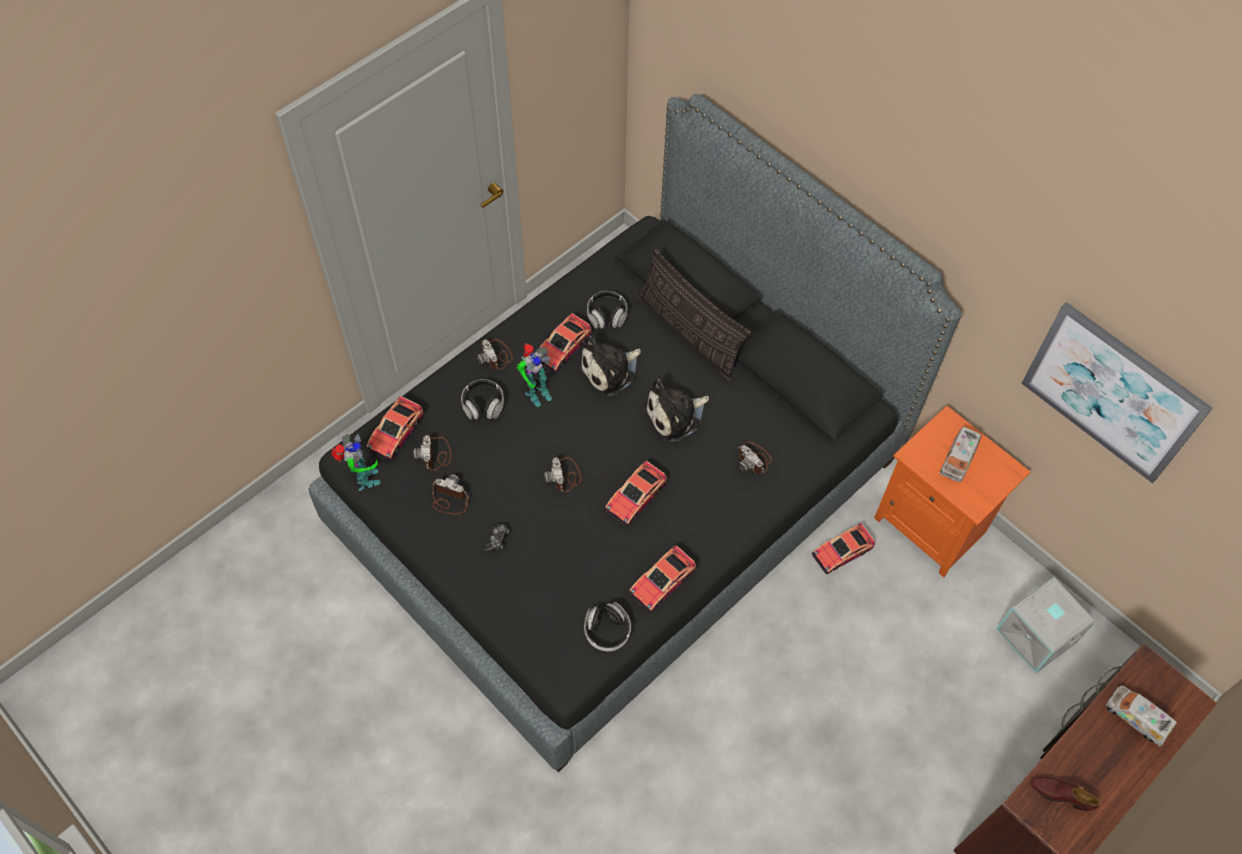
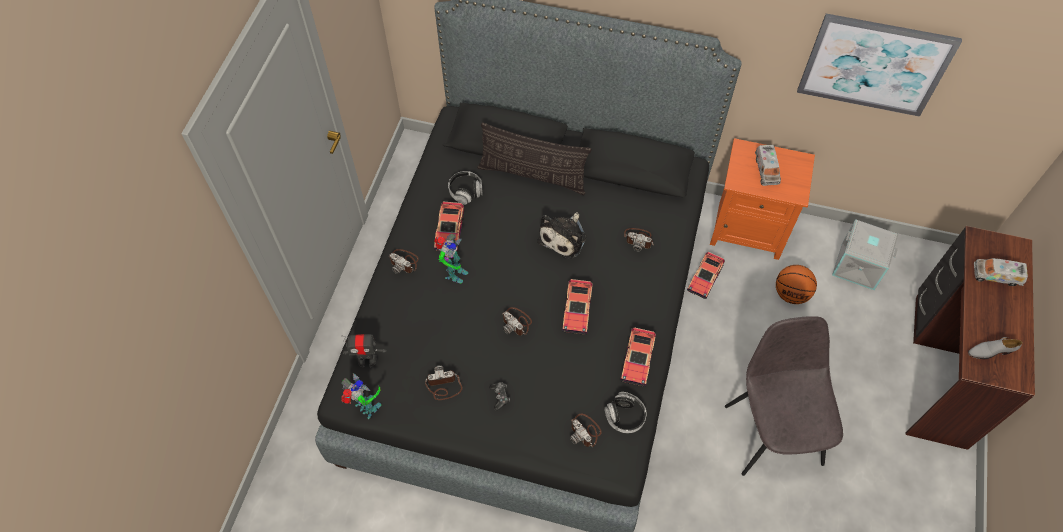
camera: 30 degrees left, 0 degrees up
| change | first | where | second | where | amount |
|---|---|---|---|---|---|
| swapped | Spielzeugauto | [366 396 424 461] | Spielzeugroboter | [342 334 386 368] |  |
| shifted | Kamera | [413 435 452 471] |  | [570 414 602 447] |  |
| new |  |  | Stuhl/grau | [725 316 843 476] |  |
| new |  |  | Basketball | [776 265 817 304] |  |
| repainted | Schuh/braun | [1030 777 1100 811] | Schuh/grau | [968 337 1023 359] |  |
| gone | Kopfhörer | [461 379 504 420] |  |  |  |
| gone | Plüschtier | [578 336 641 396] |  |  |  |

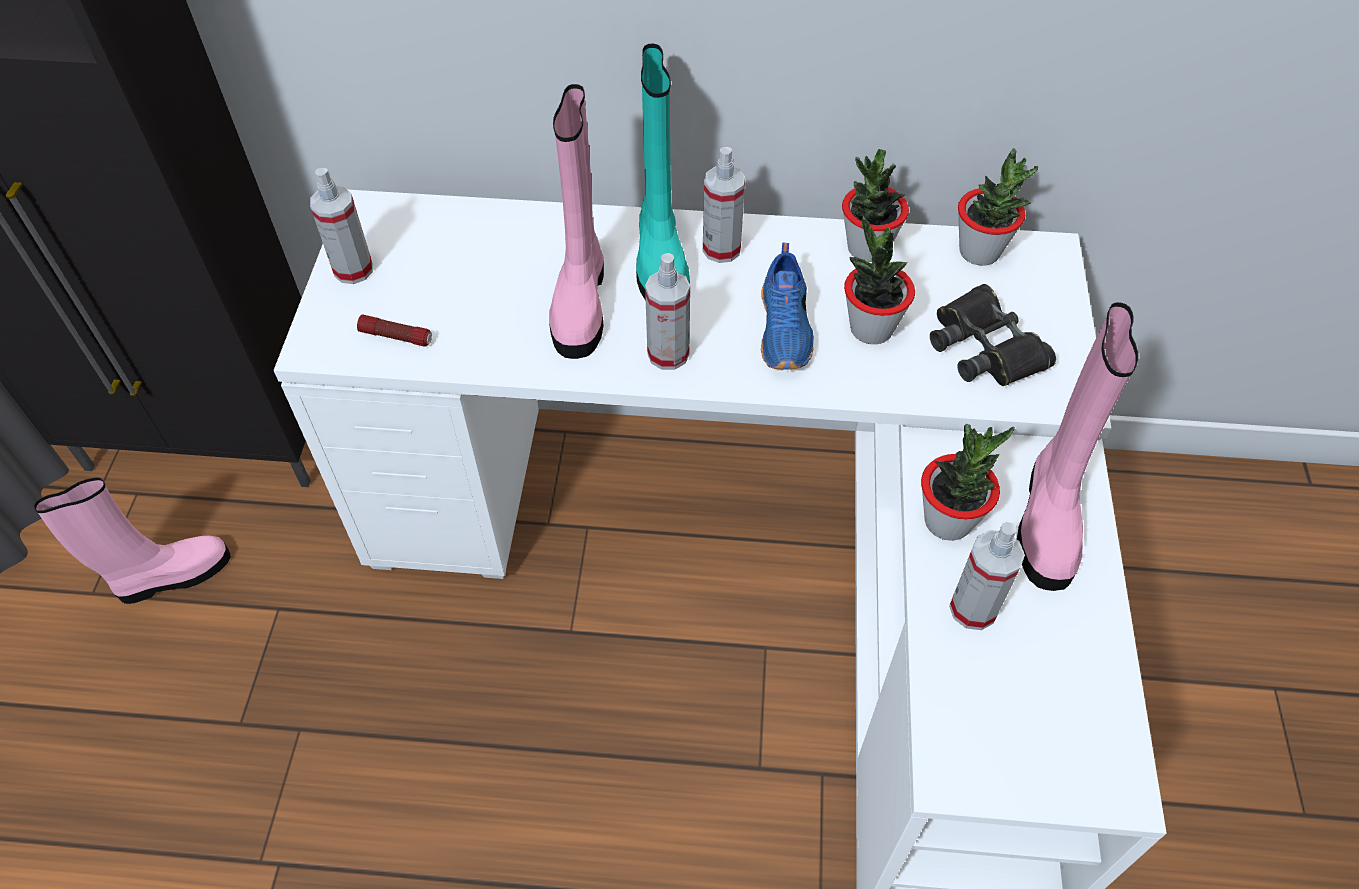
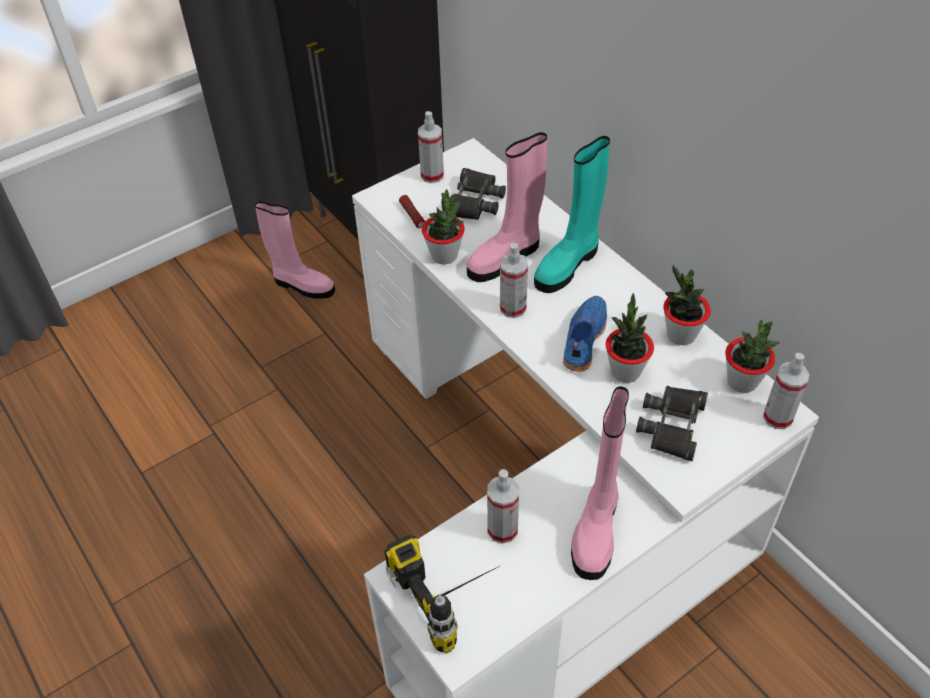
camera: 50 degrees right, 5 degrees down
| change | first | where | second | where | amount |
|---|---|---|---|---|---|
| new |  |  | Bohrmaschine | [384 534 498 653] |  |
| shifted | Topfpflanze | [921 424 1015 541] |  | [422 189 465 264] |  |
| new |  |  | Fernglas/schwarz | [453 168 506 220] |  |
| rotated | Schuh/blau | [761 242 814 370] |  | [563 296 607 372] | 150 degrees clockwise |
| rotated | Stiefel/rosa | [1017 302 1138 591] |  | [571 386 629 580] | 45 degrees counterclockwise |
| shifted | Sprühflasche | [703 147 745 263] |  | [763 353 810 429] |  |

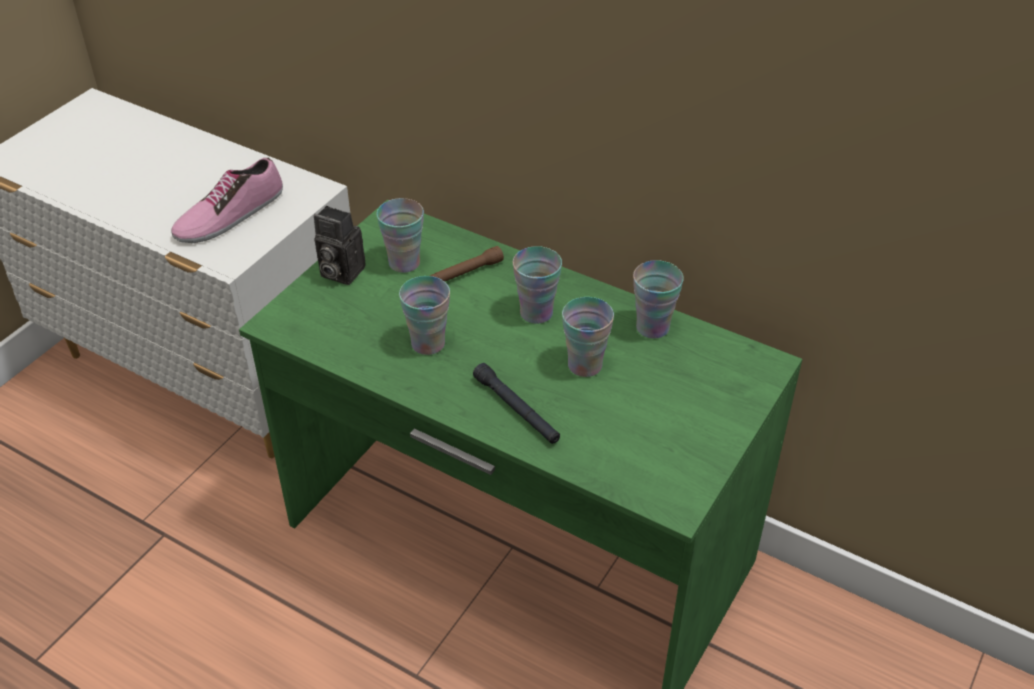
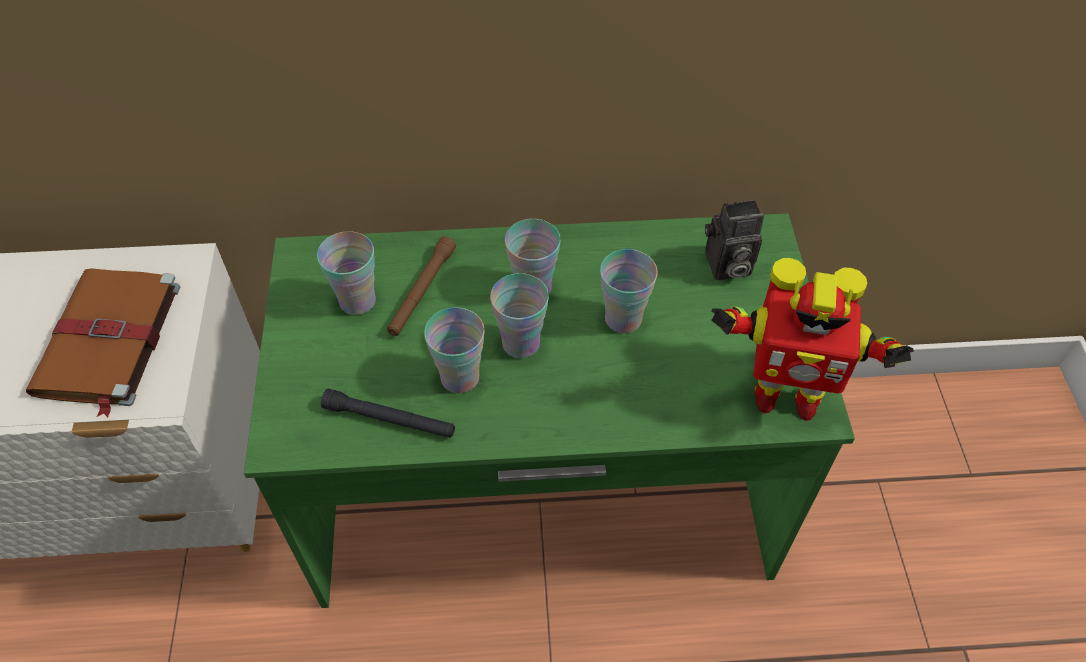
camera: 35 degrees left, 10 degrees up
| change | first | where | second | where | amount |
|---|---|---|---|---|---|
| swapped | Schuh | [171 158 283 243] | Buch/braun | [26 268 180 418] |  |
| shifted | Taschenlampe/schwarz | [473 363 560 444] |  | [321 389 455 438] |  |
| shifted | Tasse | [633 260 684 339] |  | [490 273 549 358] |  |
| shifted | Kamera | [314 206 366 285] |  | [705 200 764 280] |  |
| new |  |  | Spielzeugroboter | [711 258 914 421] |  |

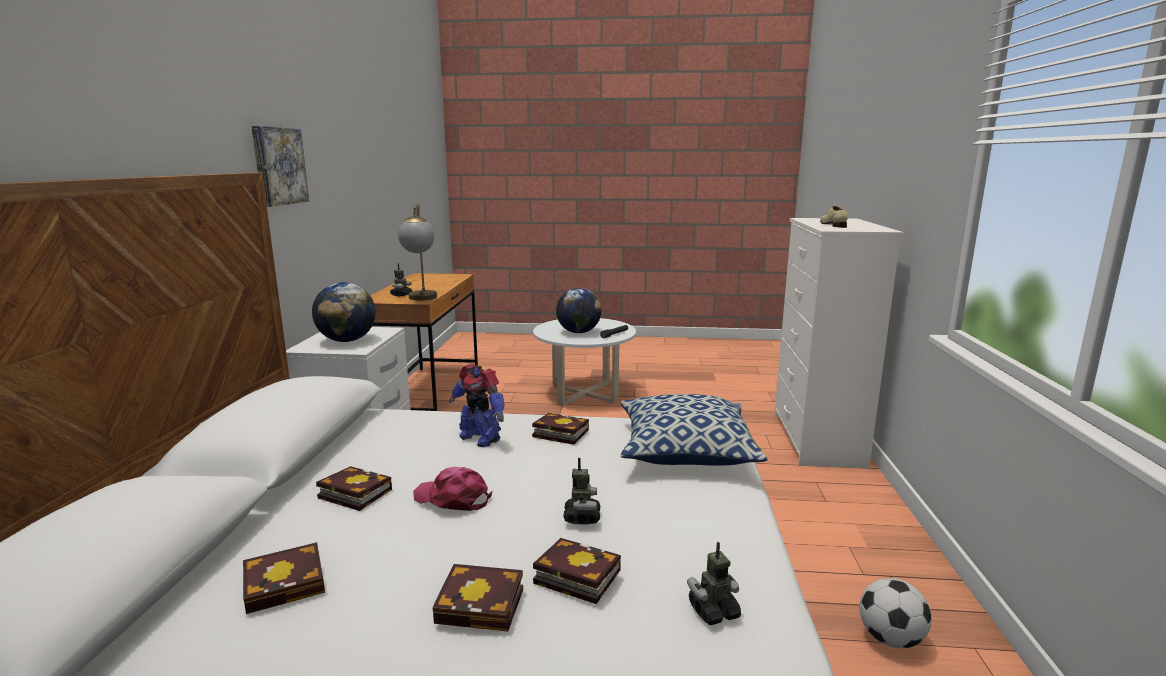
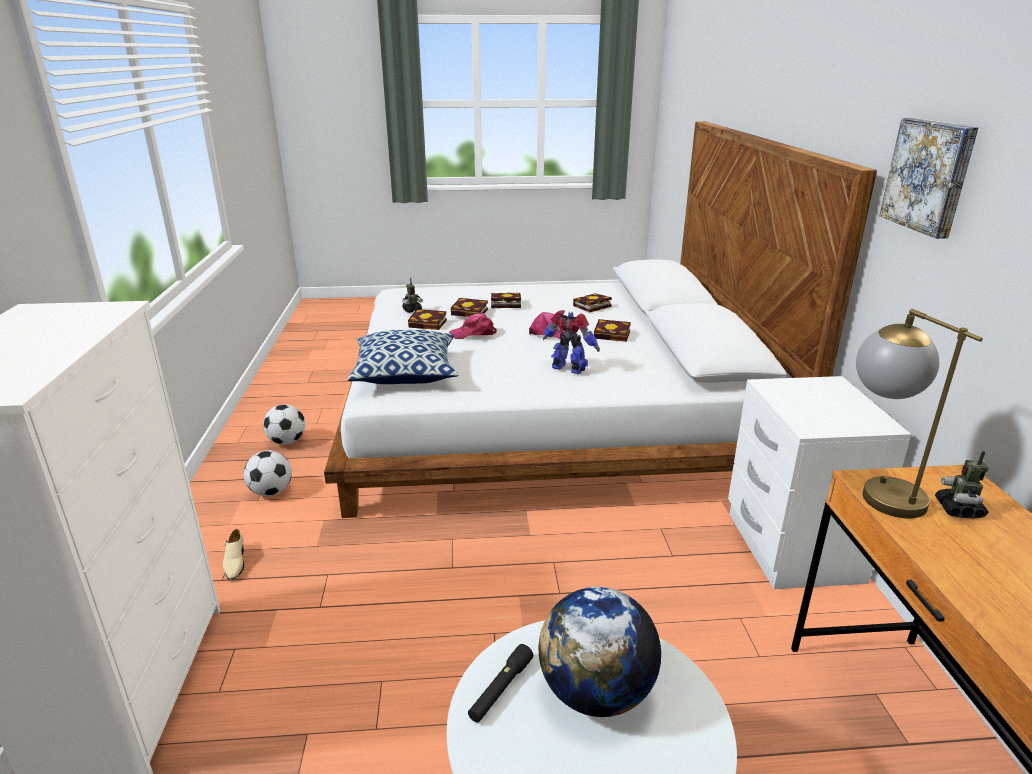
camera: 170 degrees right, 10 degrees up
| change | first | where | second | where | amount |
|---|---|---|---|---|---|
| shifted | Schuh/beige | [820 206 848 228] |  | [223 529 244 580] |  |
| new |  |  | Fußball | [244 450 292 496] |  |
| shifted | Buch | [532 413 589 445] |  | [408 309 447 330] |  |
| swapped | Spielzeugroboter | [563 458 600 525] | Kappe/rosa | [449 313 497 339] |  |
| gone | Globus | [312 282 376 342] |  |  |  |

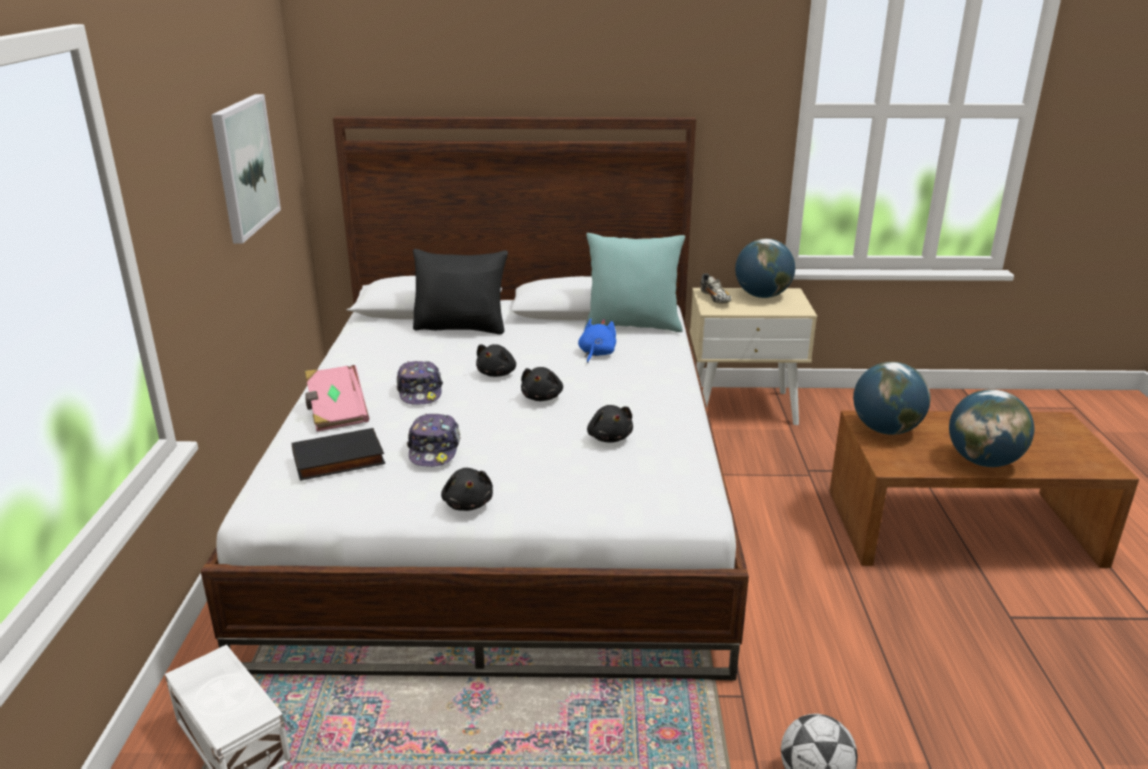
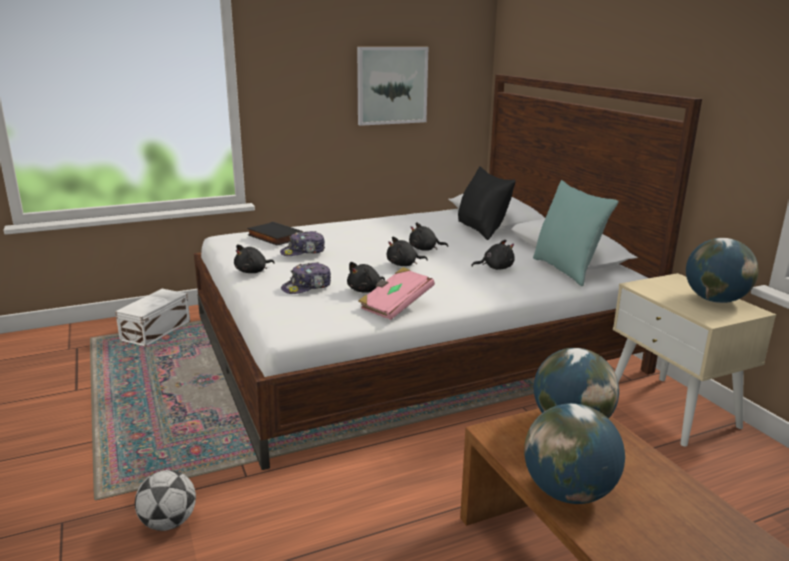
camera: 65 degrees right, 5 degrees down
| change | first | where | second | where | amount |
|---|---|---|---|---|---|
| shifted | Kappe | [397 361 443 405] |  | [281 262 331 294] |  |
| shifted | Buch/rosa | [305 365 369 432] |  | [359 267 435 320] |  |
| repainted | Plüschtier/blau | [578 319 616 363] | Plüschtier/schwarz | [471 240 515 270] |  |
| gone | Schuh | [700 273 731 303] |  |  |  |

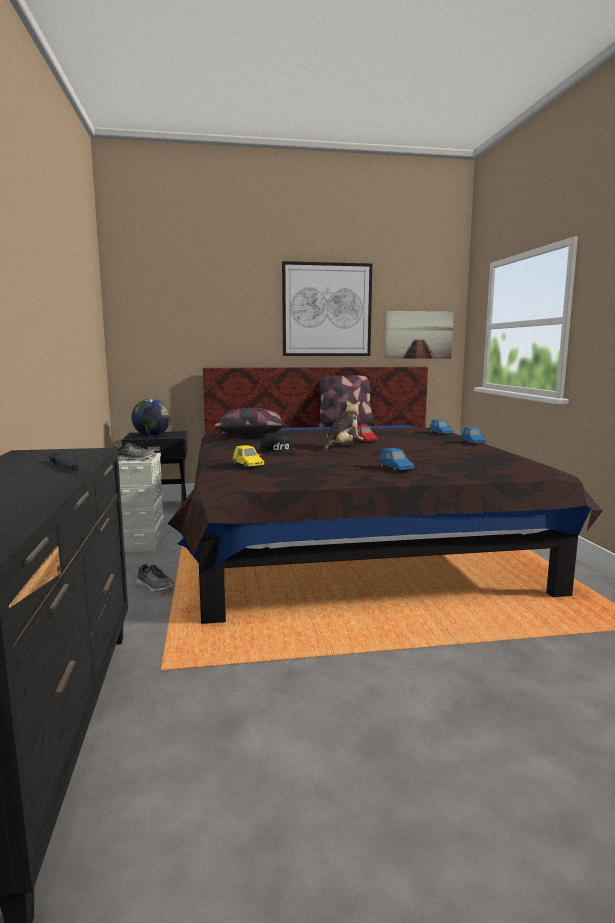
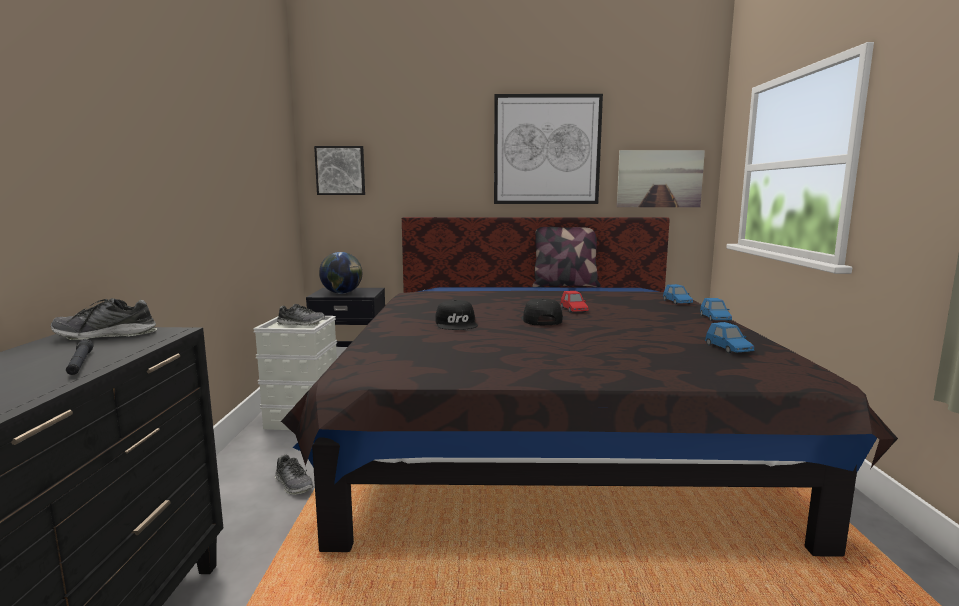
camera: 10 degrees right, 0 degrees up
| change | first | where | second | where | amount |
|---|---|---|---|---|---|
| new |  |  | Schuh | [51 298 157 340] |  |
| new |  |  | Bild | [314 146 365 195] |  |
| swapped | Plüschtier | [323 400 363 452] | Kappe/schwarz | [521 298 563 325] |  |
| shifted | Spielzeugauto/blau | [380 448 414 471] |  | [705 322 754 353] |  |
| gone | Kissen | [214 408 286 437] |  |  |  |
| gone | Spielzeugauto/gelb | [233 445 264 468] |  |  |  |

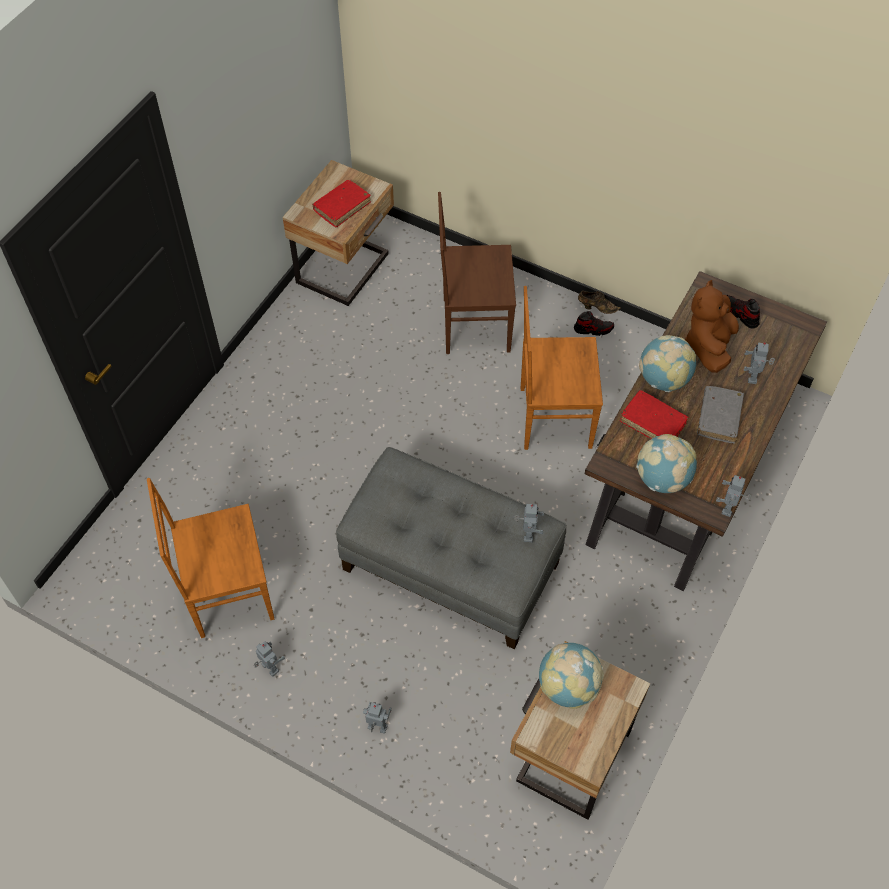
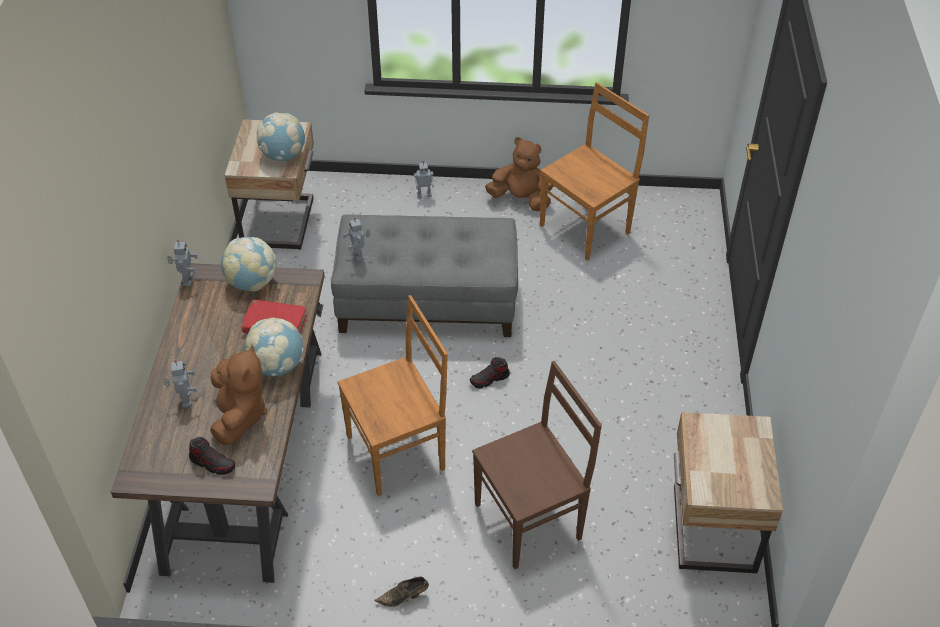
camera: 155 degrees right, 10 degrees down
| change | first | where | second | where | amount |
|---|---|---|---|---|---|
| shifted | Schuh | [574 311 614 336] |  | [470 357 510 388] |  |
| swapped | Spielzeugroboter | [254 641 285 677] | Plüschtier/braun | [485 137 553 211] |  |
| gone | Buch/rot | [312 180 371 227] |  |  |  |
| gone | Buch/grau | [697 386 744 444] |  |  |  |

